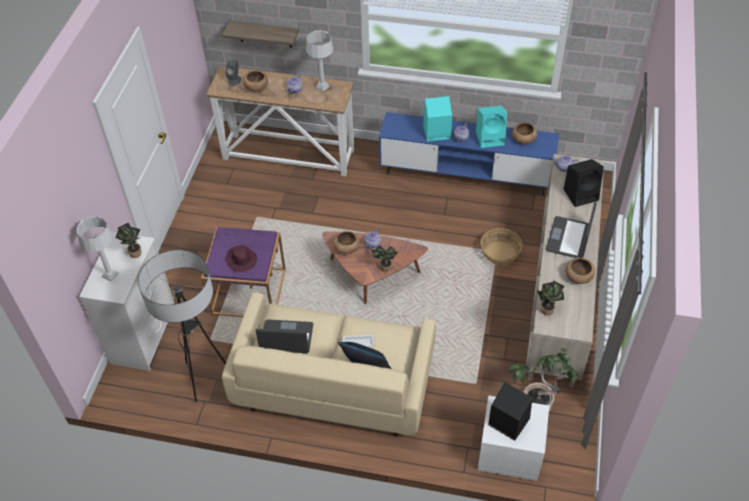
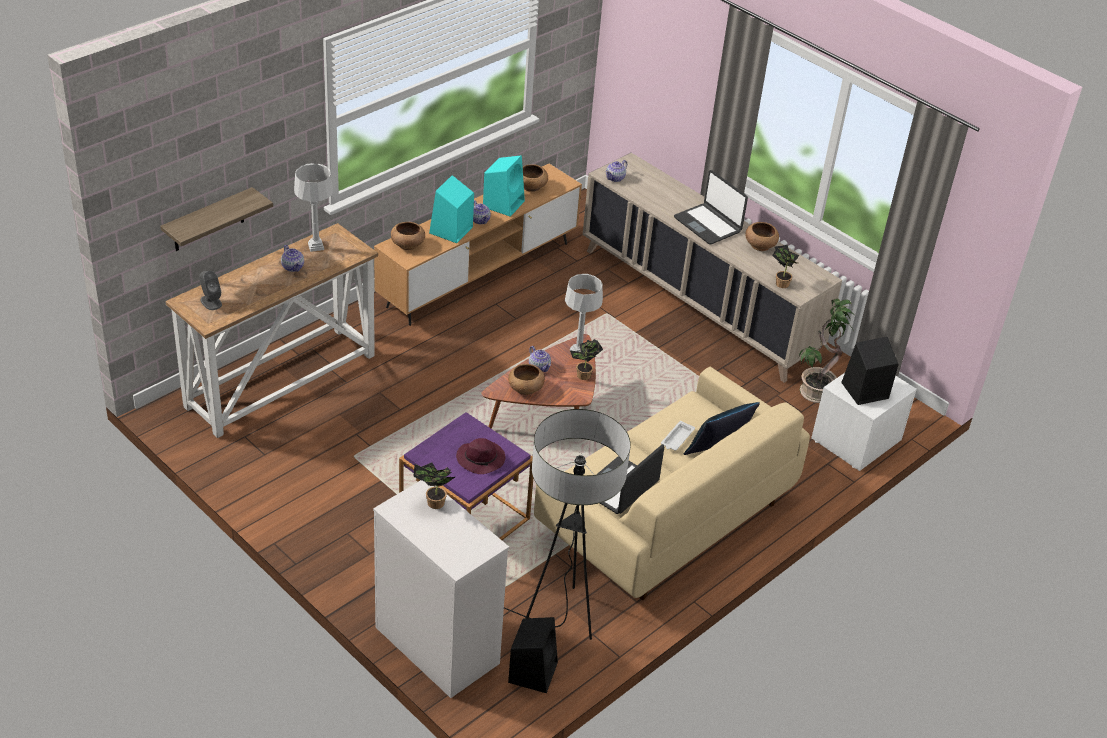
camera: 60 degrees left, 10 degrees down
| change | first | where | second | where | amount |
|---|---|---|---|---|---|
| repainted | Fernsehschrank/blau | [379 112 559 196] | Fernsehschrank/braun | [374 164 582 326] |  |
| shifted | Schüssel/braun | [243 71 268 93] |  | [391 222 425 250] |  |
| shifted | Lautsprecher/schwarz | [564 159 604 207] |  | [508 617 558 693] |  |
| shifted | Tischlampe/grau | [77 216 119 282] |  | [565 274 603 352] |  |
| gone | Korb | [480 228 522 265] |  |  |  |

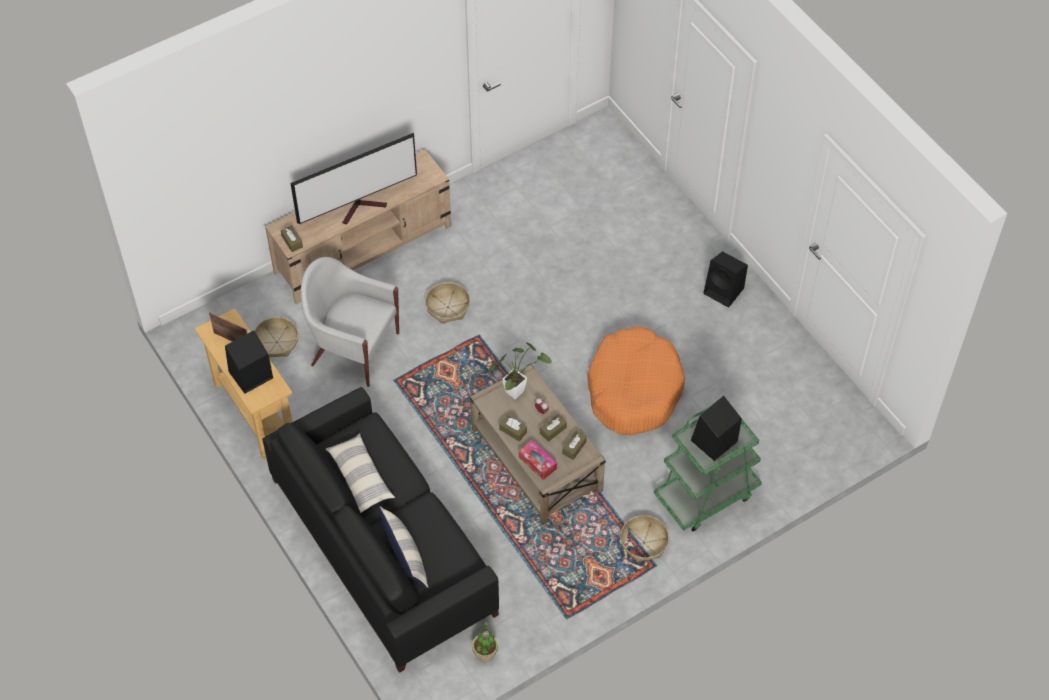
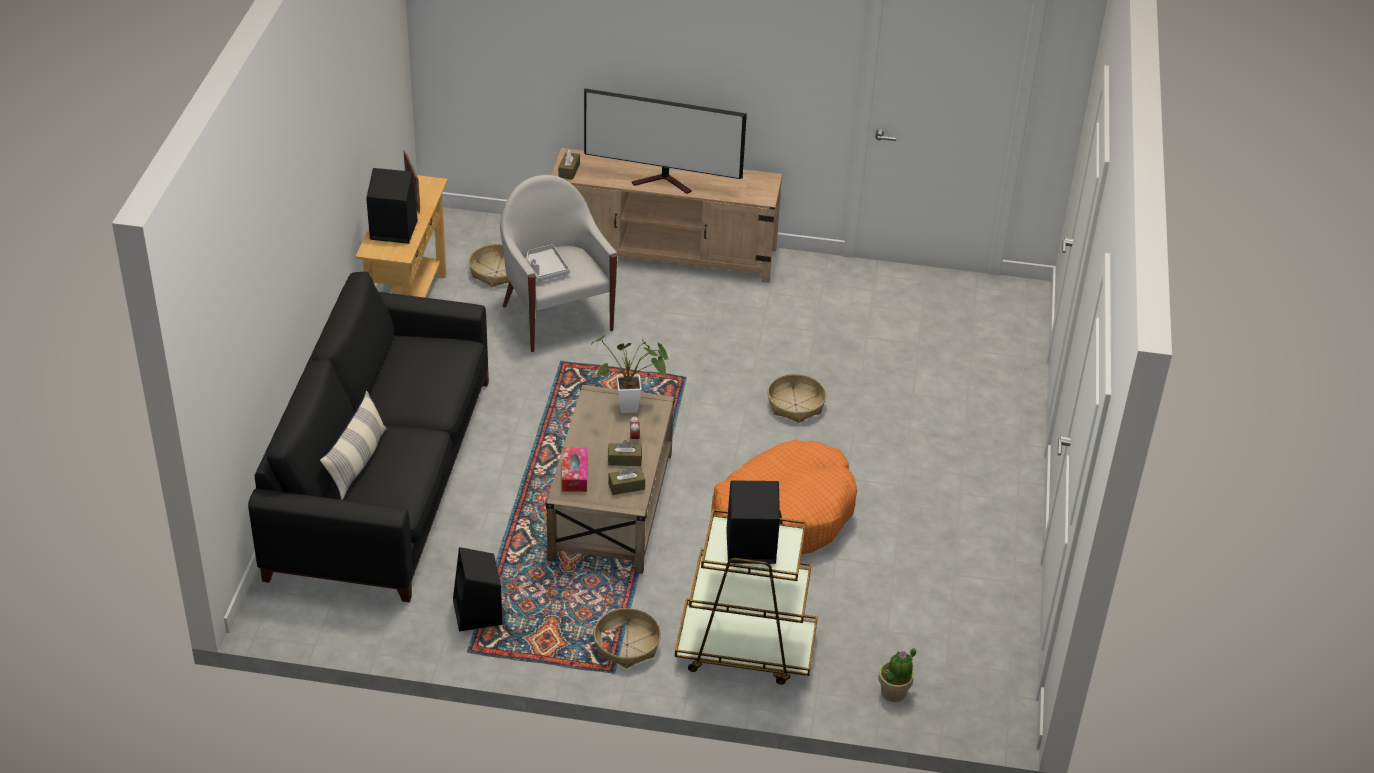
camera: 40 degrees right, 15 degrees down
| change | first | where | second | where | amount |
|---|---|---|---|---|---|
| shifted | Lautsprecher/schwarz | [703 251 748 308] |  | [453 547 502 632] |  |
| new |  |  | Tablett/grau | [527 244 570 281] |  |
| repainted | Rollwagen/grün | [654 407 762 532] | Rollwagen/braun | [675 509 818 684] |  |
| shifted | Korb | [425 282 470 324] |  | [767 374 826 423] |  |
| shifted | Topfpflanze | [472 622 498 662] |  | [878 648 916 702] |  |
| gone | Kissen | [326 433 395 513] |  |  |  |
| gone | Taschentuchbox/braun | [499 415 527 442] |  |  |  |

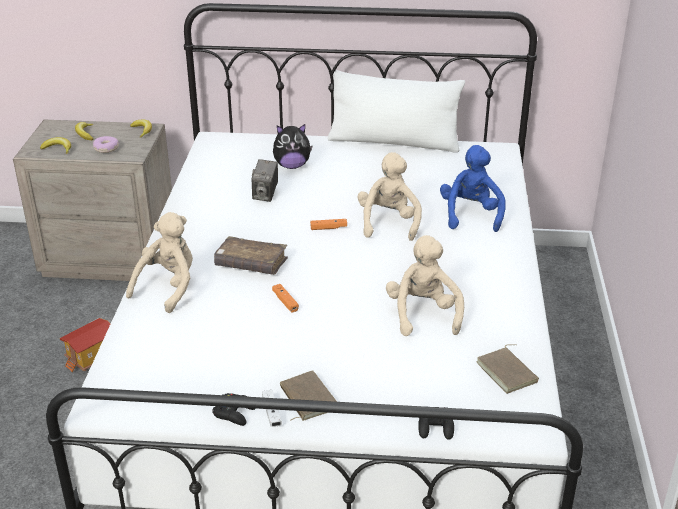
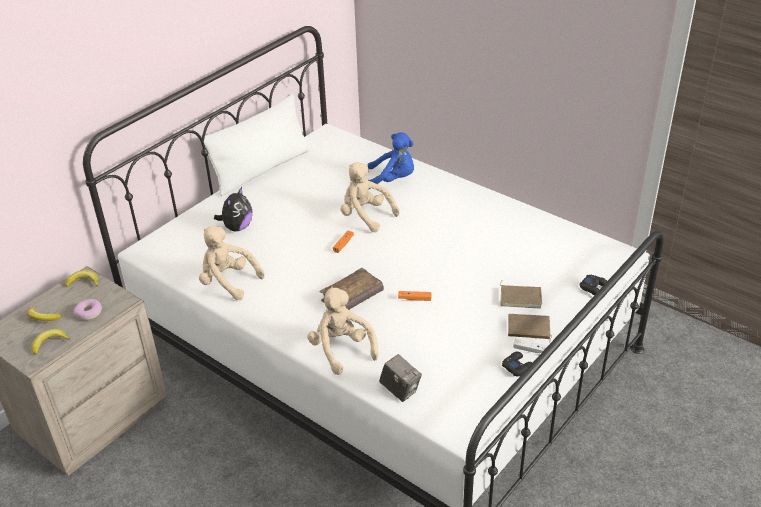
camera: 55 degrees left, 5 degrees up
| change | first | where | second | where | amount |
|---|---|---|---|---|---|
| shifted | Plüschtier/beige | [386 235 464 336] |  | [199 226 265 300] |  |
| rotated | Plüschtier/blau | [440 145 506 232] |  | [368 132 414 189] | 150 degrees clockwise |
| shifted | Kamera | [251 159 278 202] |  | [379 354 422 402] |  |
| shifted | Buch/braun | [476 344 539 394] |  | [500 281 542 308] |  |
| gone | Spielzeughaus | [59 318 110 372] |  |  |  |

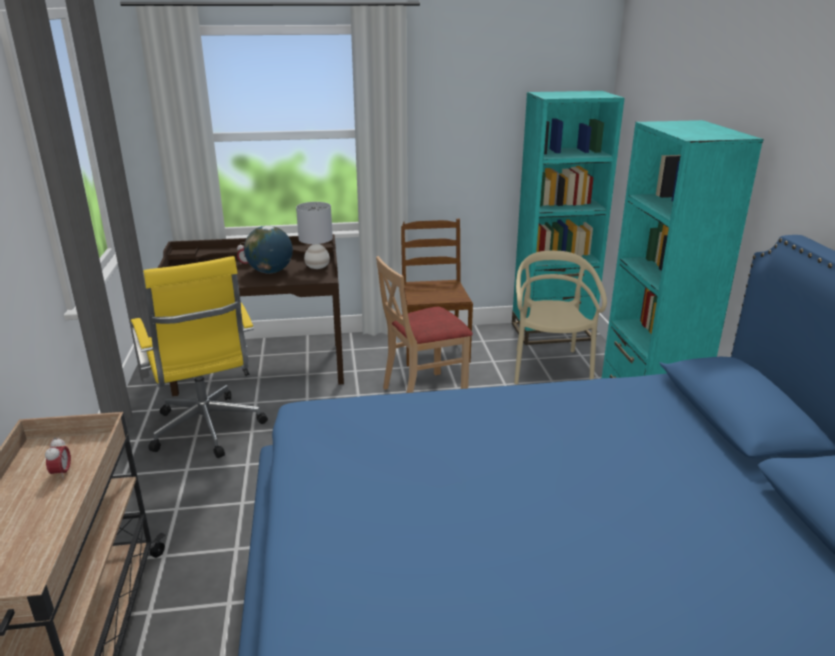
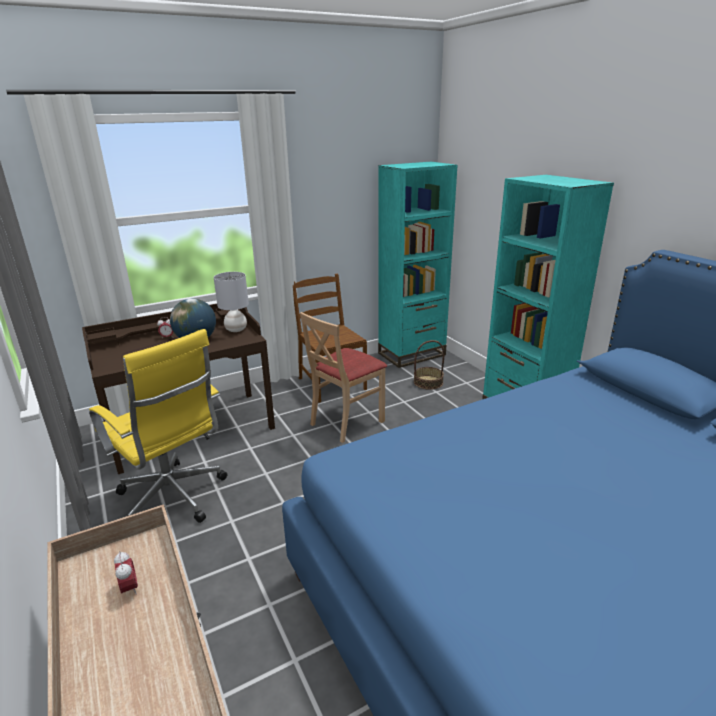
camera: 20 degrees left, 0 degrees up
| change | first | where | second | where | amount |
|---|---|---|---|---|---|
| swapped | Stuhl/beige | [514 251 607 384] | Korb | [414 340 444 390] |  |

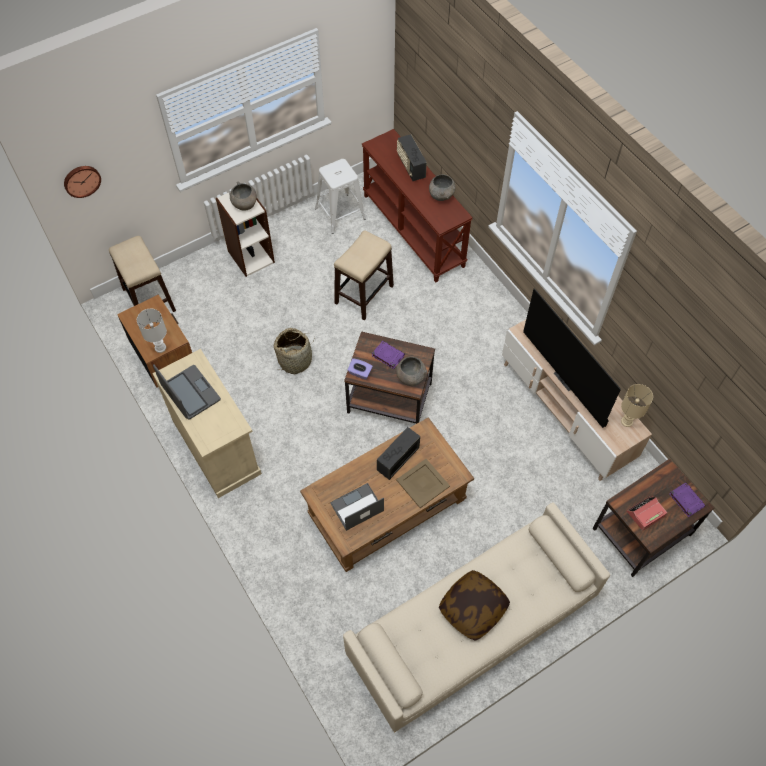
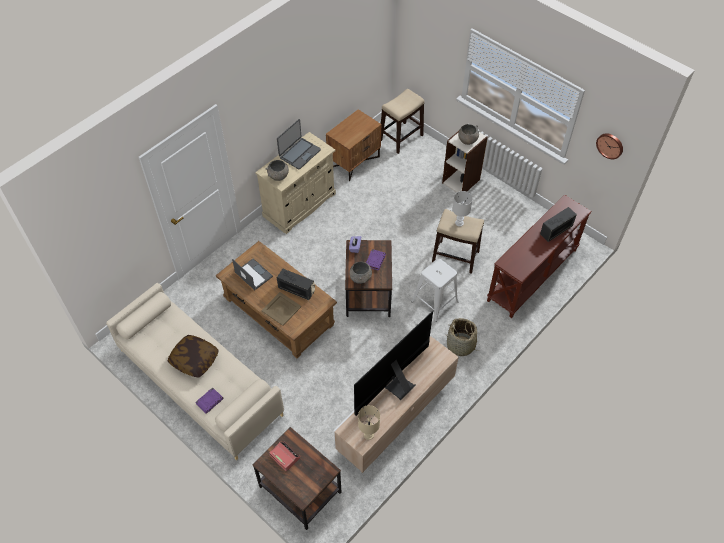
camera: 75 degrees right, 5 degrees down
| change | first | where | second | where | amount |
|---|---|---|---|---|---|
| shifted | Buch/lila | [669 482 706 517] |  | [195 388 224 414] |  |
| shifted | Schüssel/grau | [429 174 456 201] |  | [266 160 289 181] |  |
| shifted | Hocker/weiß | [315 159 366 234] |  | [411 259 459 322] |  |
| shifted | Korb | [274 328 315 374] |  | [446 318 479 356] |  |
| shifted | Tischlampe/weiß | [137 309 167 353] |  | [453 191 473 227] |  |
| shifted | Wanduhr | [64 166 101 198] |  | [596 133 623 159] |  |

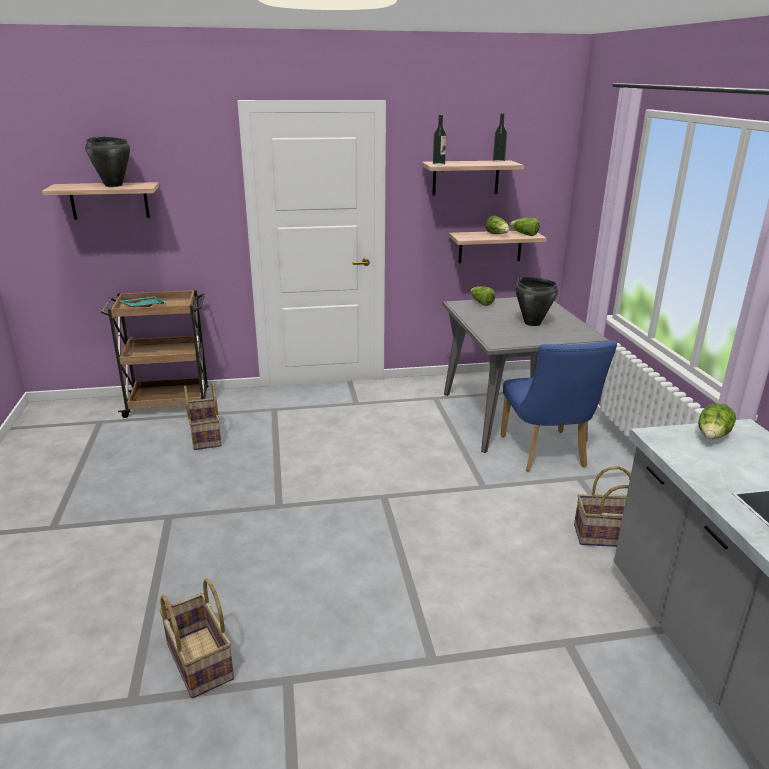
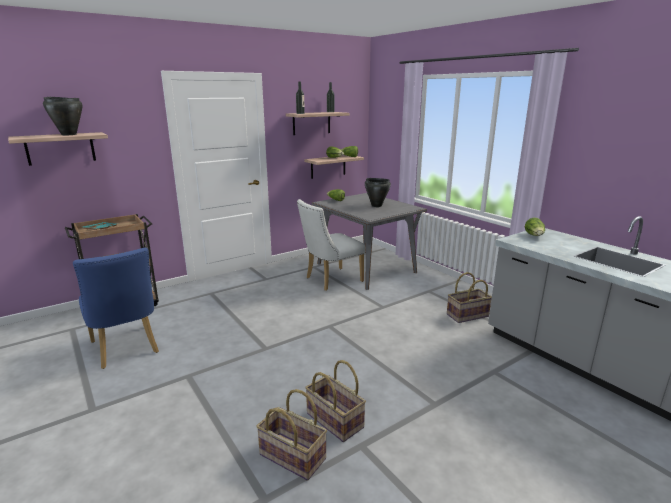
camera: 25 degrees left, 5 degrees down
| change | first | where | second | where | amount |
|---|---|---|---|---|---|
| shifted | Stuhl/blau | [501 340 617 472] |  | [73 248 159 369] |  |
| new |  |  | Stuhl/weiß | [297 199 366 291] |  |
| shifted | Korb | [184 382 222 450] |  | [305 360 366 442] |  |

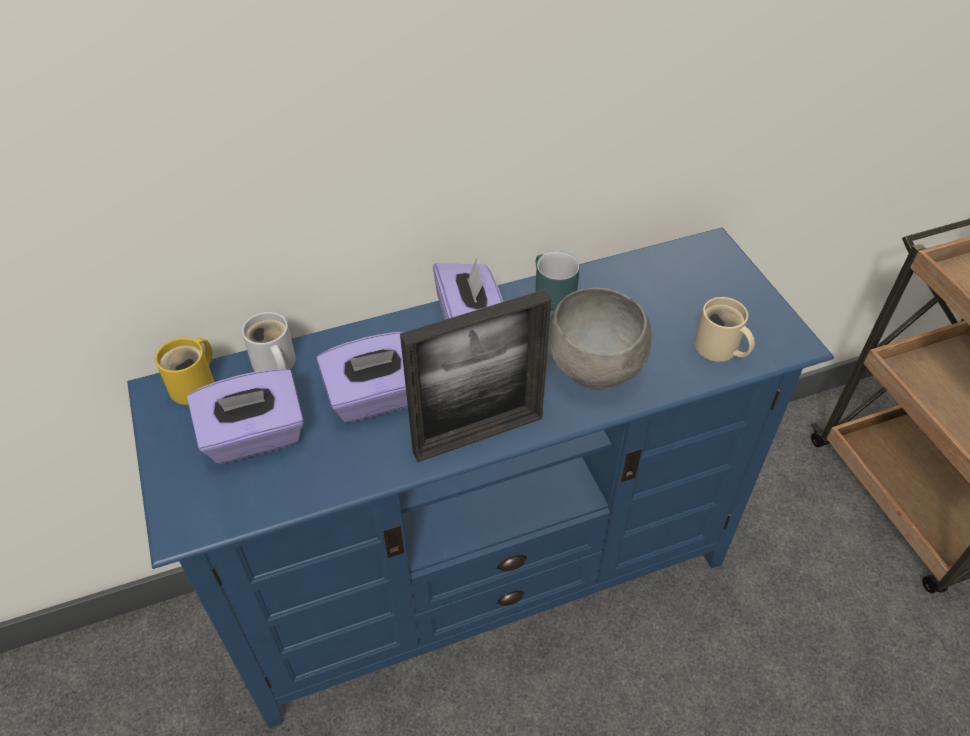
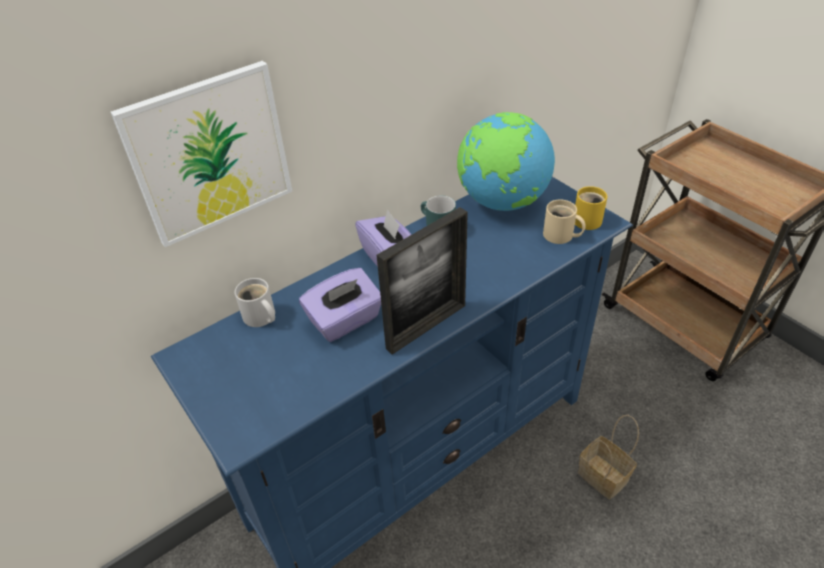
camera: 15 degrees left, 5 degrees down
| change | first | where | second | where | amount |
|---|---|---|---|---|---|
| new |  |  | Bild | [111 61 292 247] |  |
| new |  |  | Globus | [457 112 555 211] |  |
| shifted | Henkelbecher/gelb | [155 338 214 405] |  | [575 186 607 230] |  |
| new |  |  | Korb | [578 415 639 499] |  |
| gone | Taschentuchbox/lila | [187 369 304 464] |  |  |  |
| gone | Schüssel/grau | [548 287 652 388] |  |  |  |

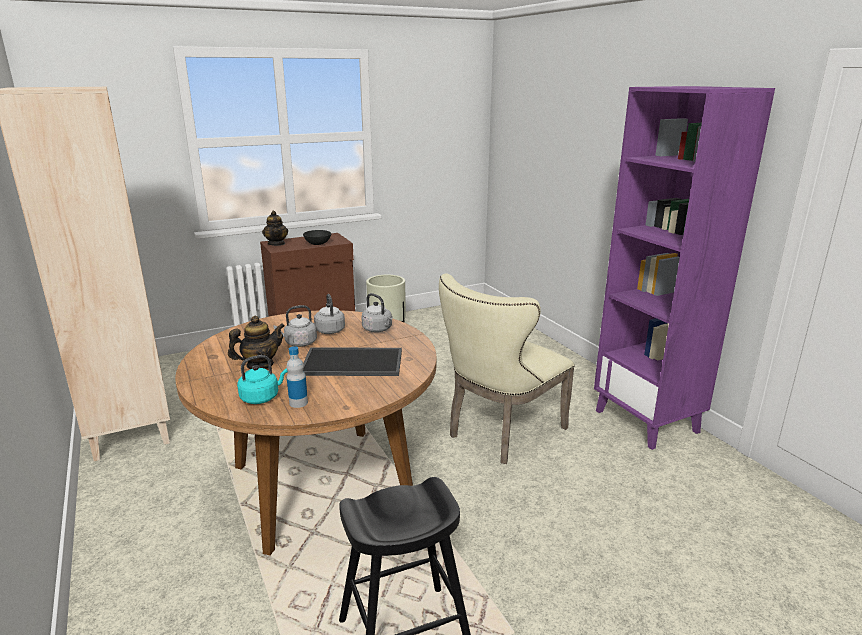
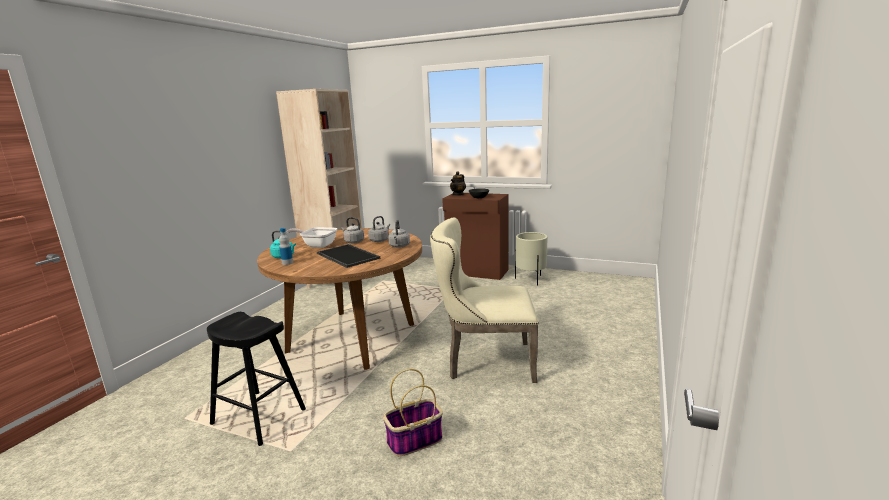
camera: 50 degrees right, 5 degrees down
| change | first | where | second | where | amount |
|---|---|---|---|---|---|
| swapped | Teekanne | [228 316 285 369] | Pfanne | [287 227 337 248] |  |
| new |  |  | Korb | [383 369 443 456] |  |
| gone | Bücherregal/lila | [594 86 775 450] |  |  |  |

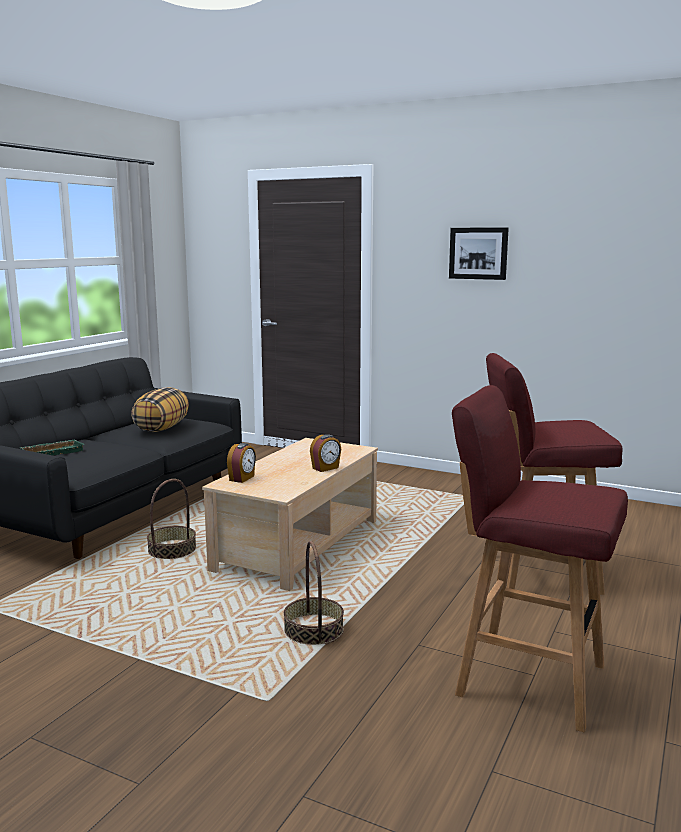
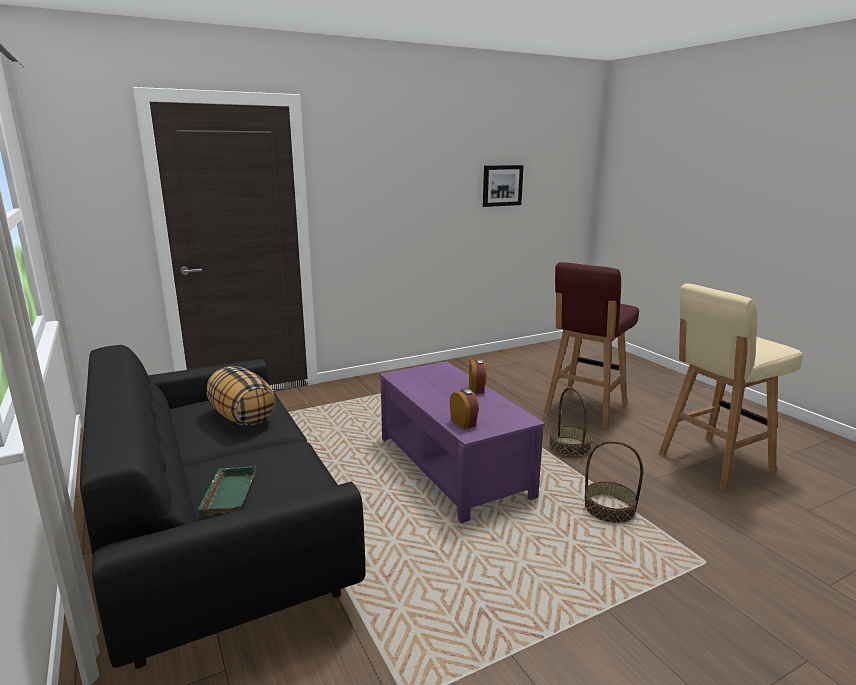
camera: 55 degrees left, 5 degrees up
| change | first | where | second | where | amount |
|---|---|---|---|---|---|
| repainted | Couchtisch/beige | [202 438 378 591] | Couchtisch/lila | [380 361 545 523] |  |
| shifted | Bild | [449 227 509 280] |  | [483 165 524 207] |  |
| shifted | Korb | [147 479 196 559] |  | [549 387 592 457] |  |
| repainted | Hocker/rot | [452 385 628 732] | Hocker/beige | [659 283 803 491] |  |

